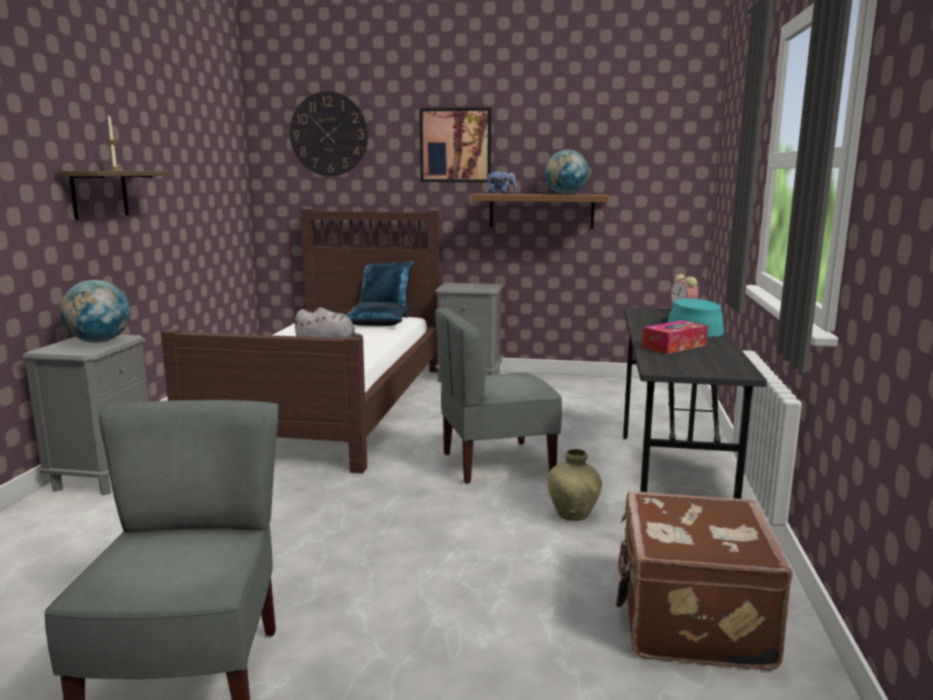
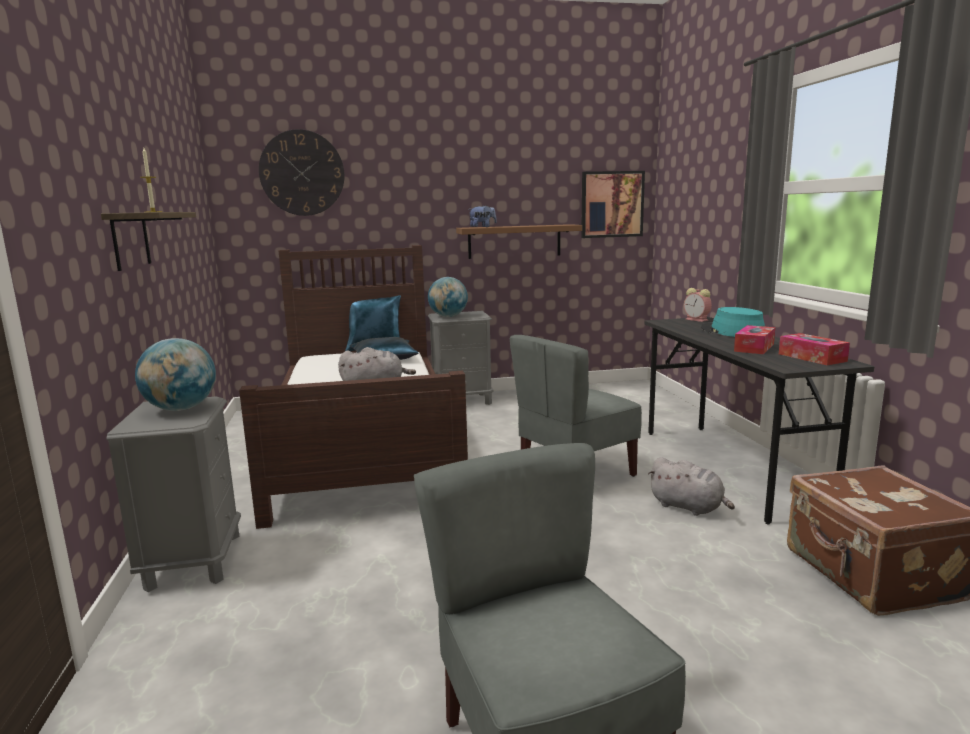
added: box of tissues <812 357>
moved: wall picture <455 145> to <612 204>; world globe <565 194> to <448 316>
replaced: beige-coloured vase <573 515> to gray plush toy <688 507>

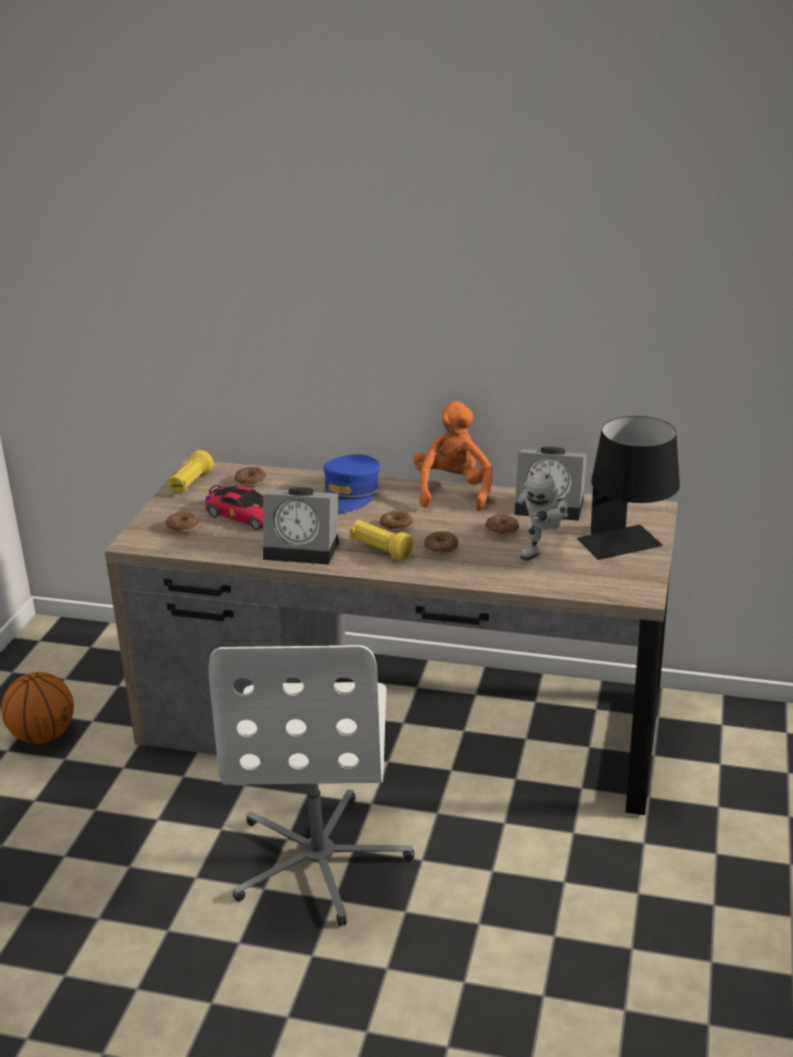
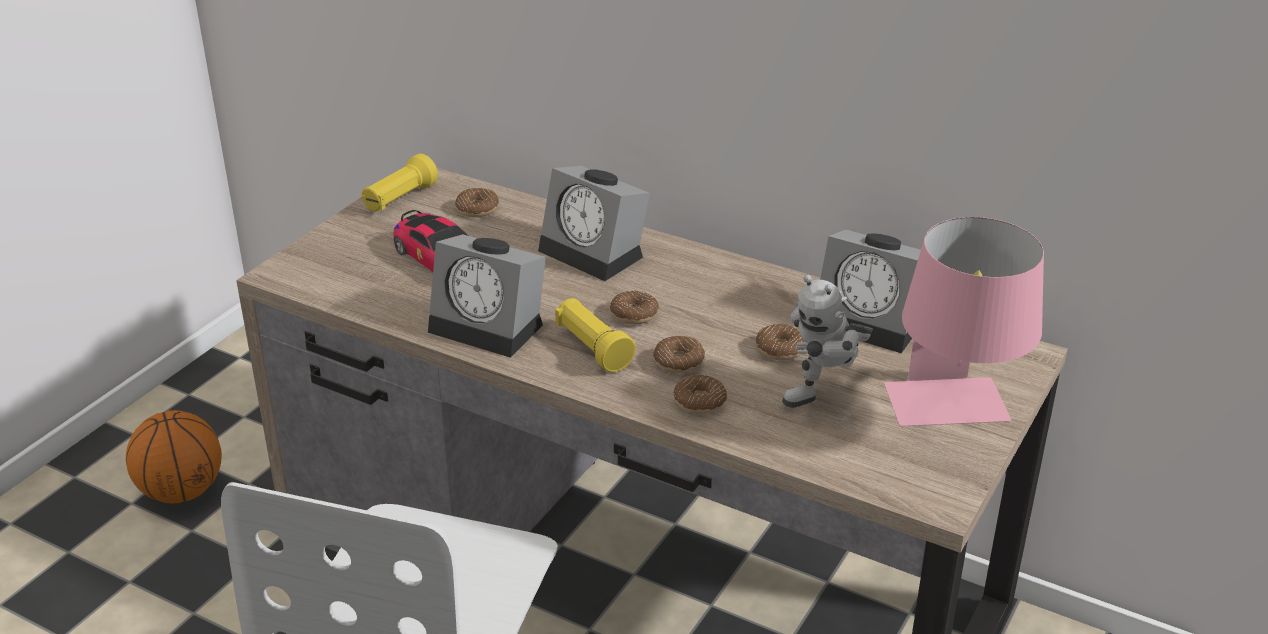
removed: orangey plush toy <453 491>
moved: ring doughnut <183 528> to <699 402>
replaced: blue peaked cap <349 495> to table clock <596 253>
recoloured: black lamp for a table <628 549> to pink-coloured lamp for a table <954 417>

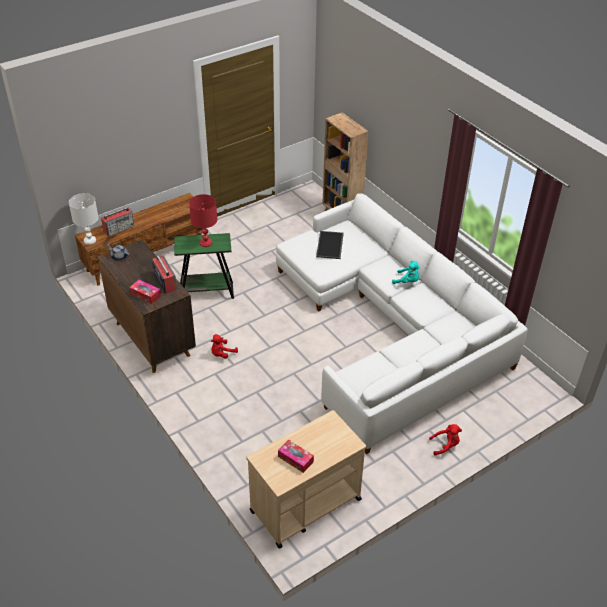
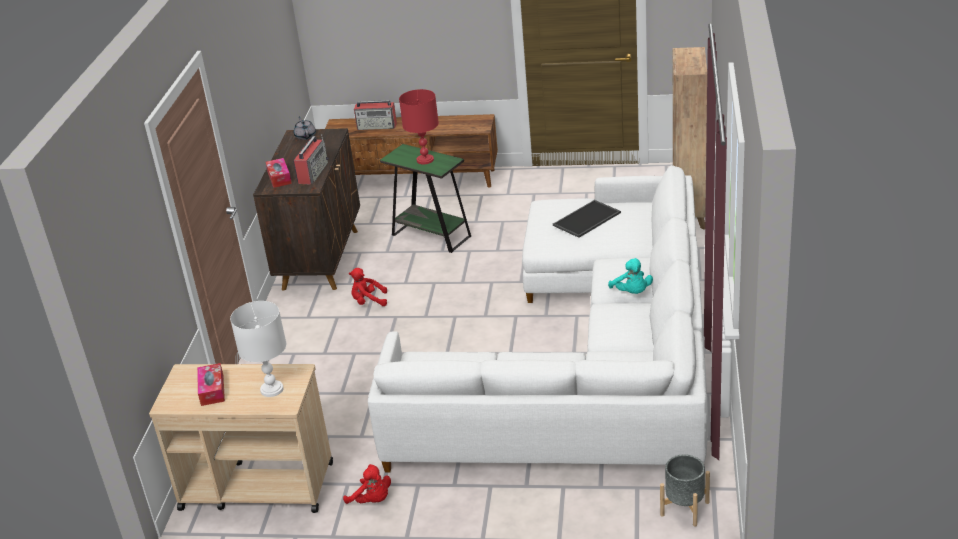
added: gray flower pot <685 508>
moved: white-coloured lamp for a table <90 240> to <271 390>; red plush toy <445 445> to <372 500>

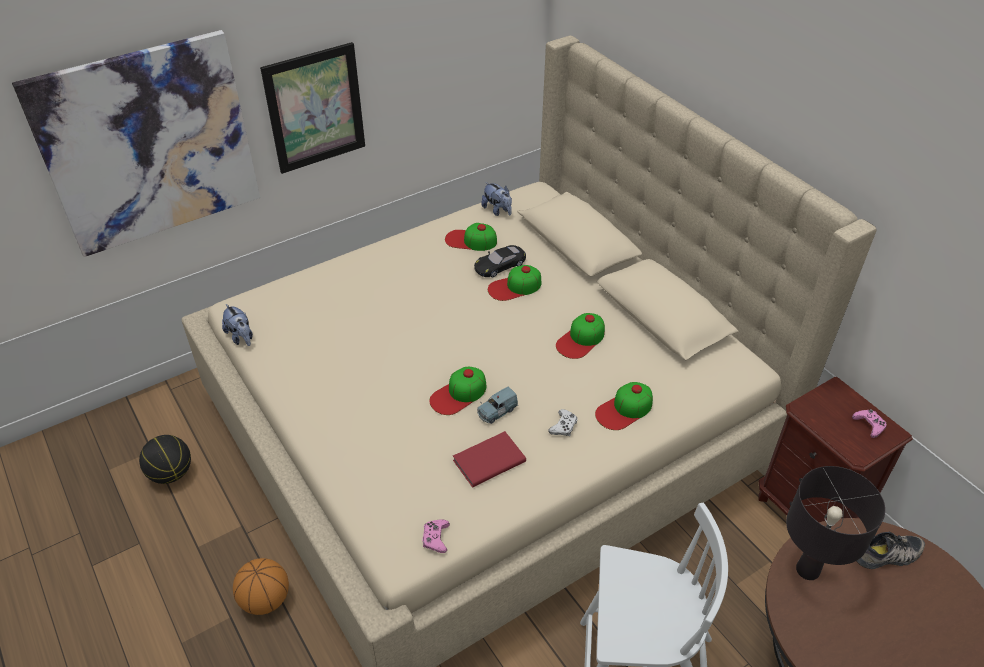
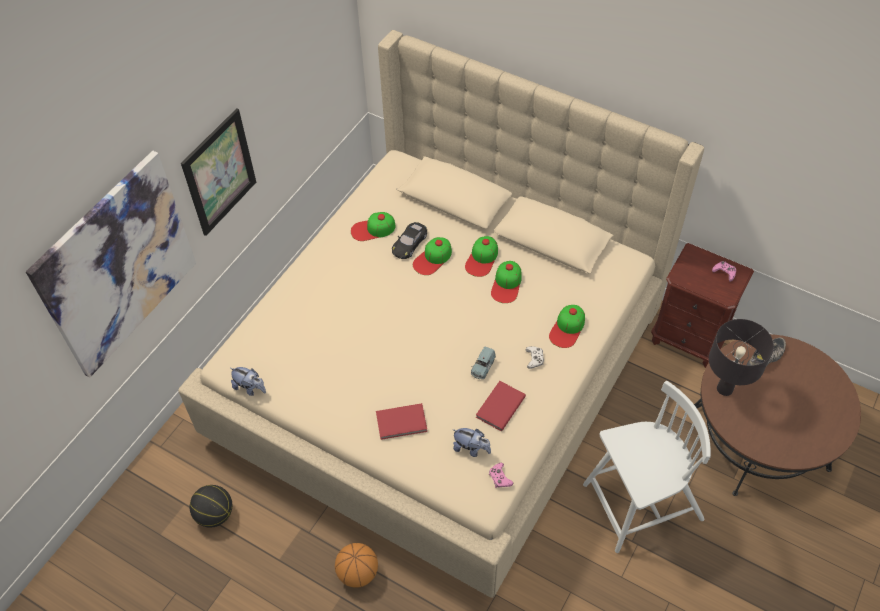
added: red bound book <402 423>
moved: plush toy <497 210> to <471 448>; peaked cap <458 394> to <482 259>

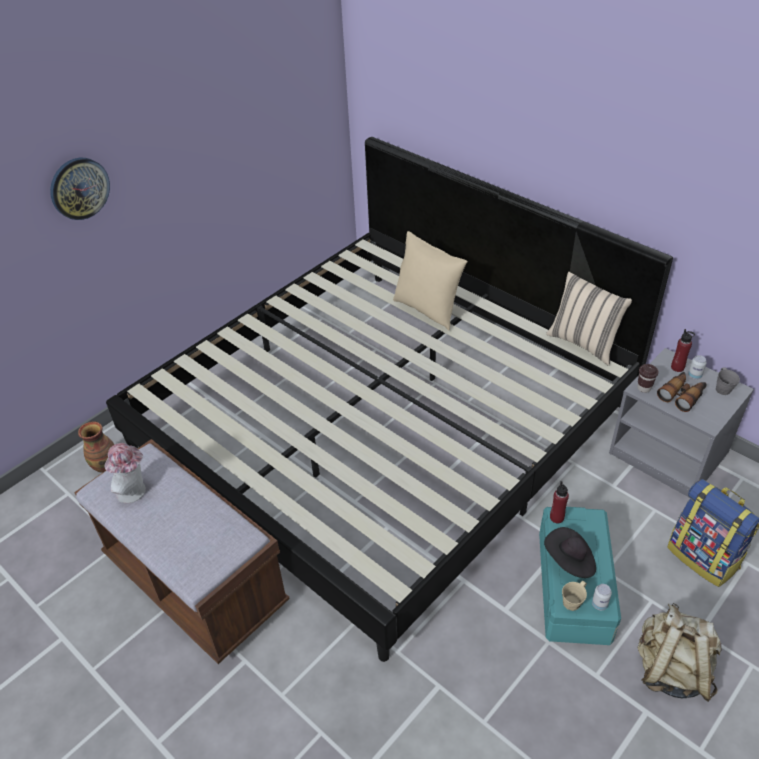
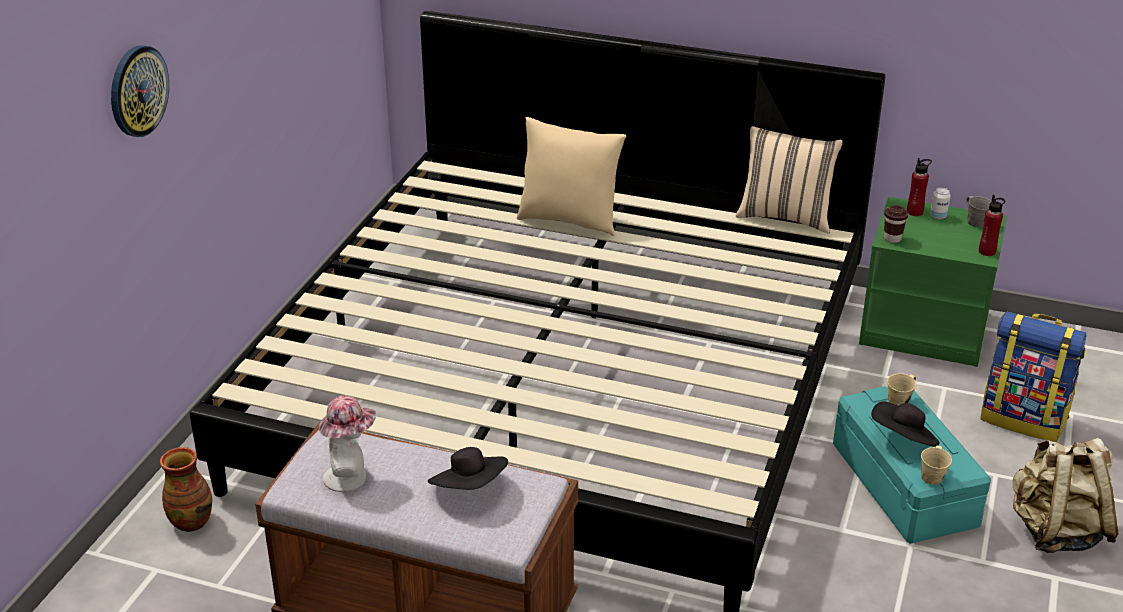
removed: binoculars <682 395>; metal can <599 604>
added: beige-coloured coffee mug <899 402>; black hat <470 488>
moved: red bottle <556 517> to <987 251>
recoloured: gray night table <669 453> to green-coloured night table <925 328>

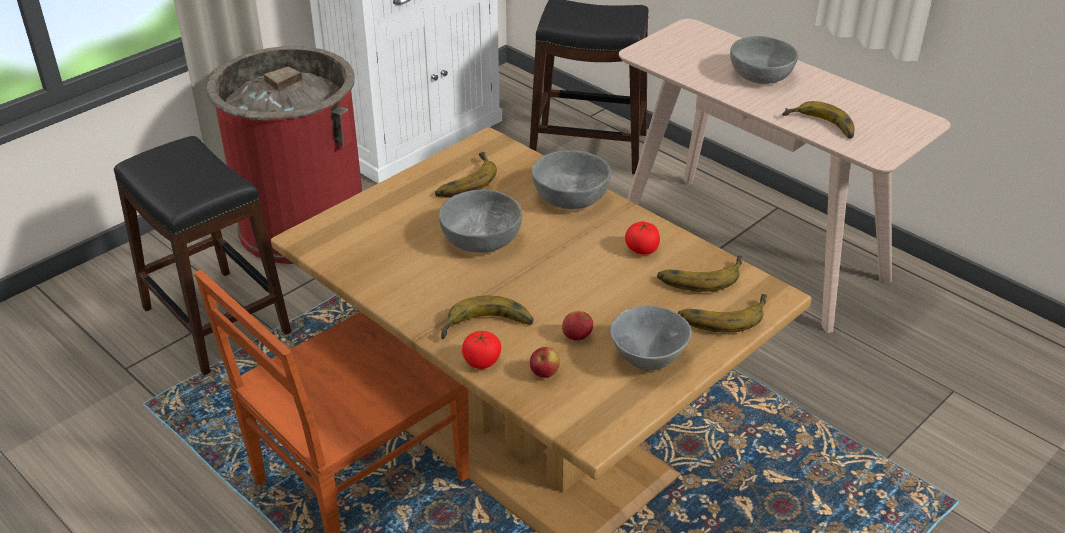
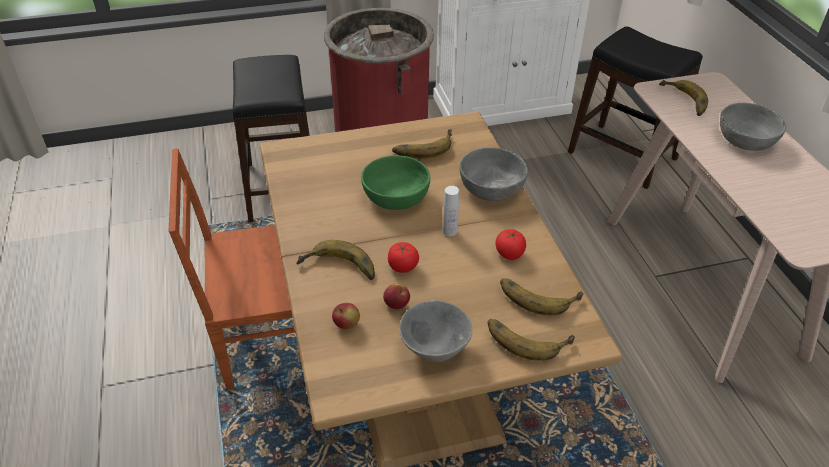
added: white-coloured bottle <449 231>
moved: banana <819 127> to <682 101>; whole tomato <481 361> to <403 266>
recoloured: gray deep dish <480 238> to green-coloured deep dish <395 196>

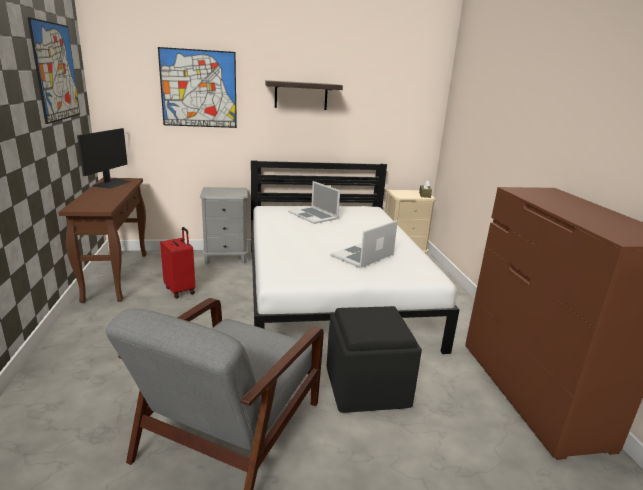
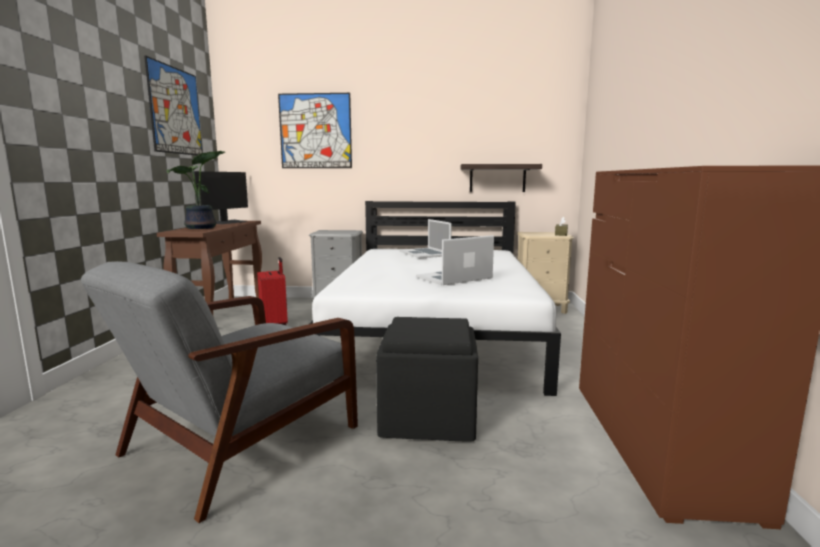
added: houseplant <201 228>
moved: wall shelf <301 95> to <497 178>

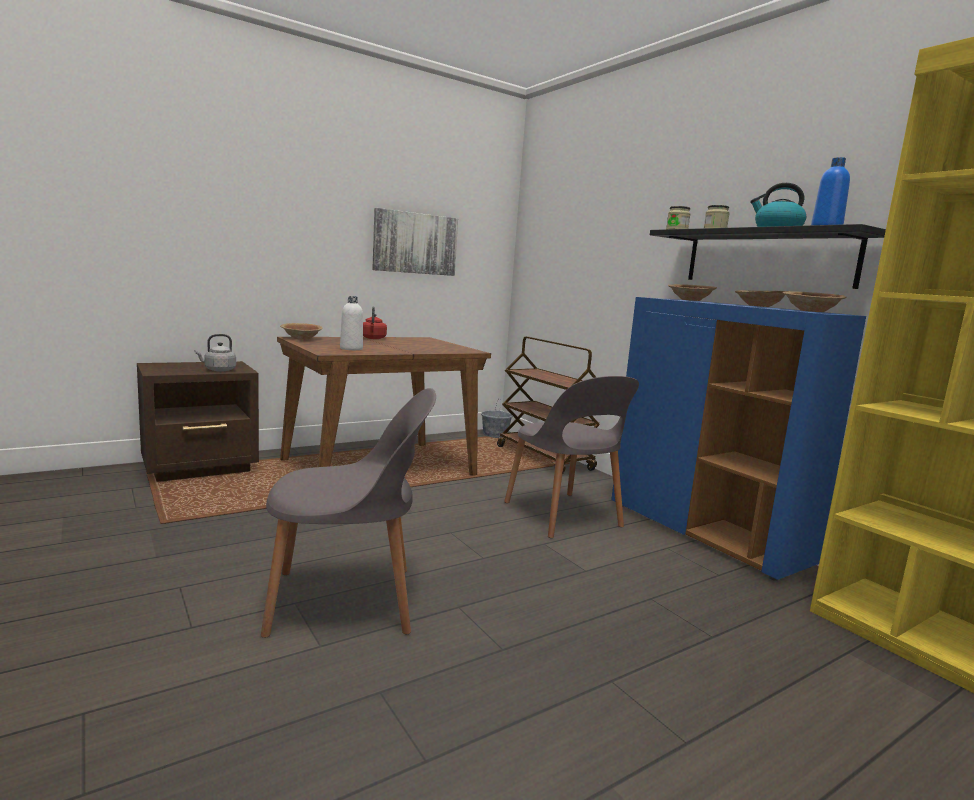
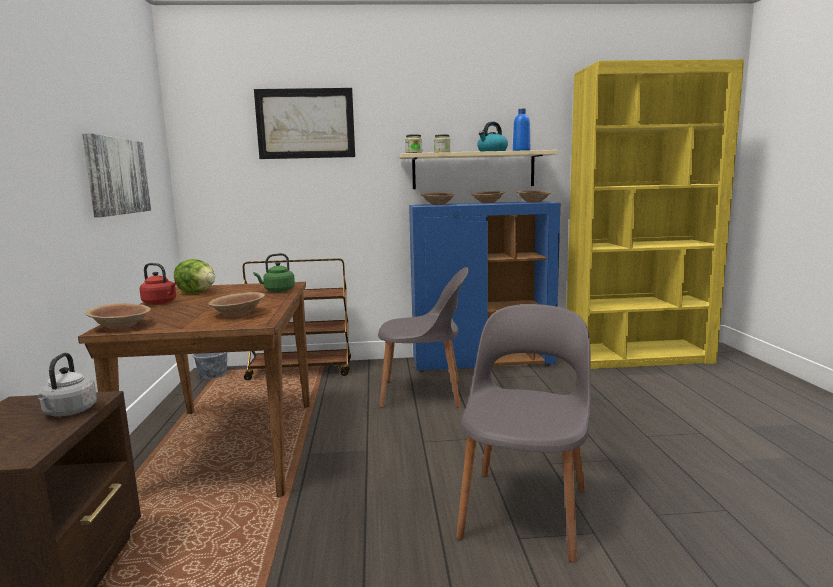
added: wall picture <305 124>; green-coloured kettle <277 291>; lettuce <197 292>
replaced: white-coloured bottle <351 349> to brownish deep dish <238 314>
recoloured: black wall shelf <767 258> to beige-coloured wall shelf <473 170>

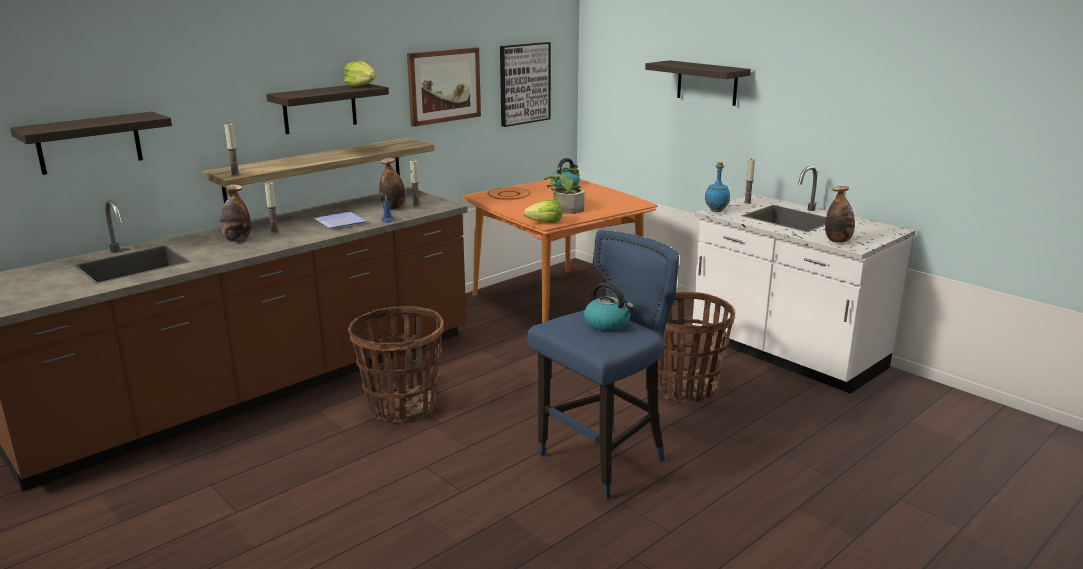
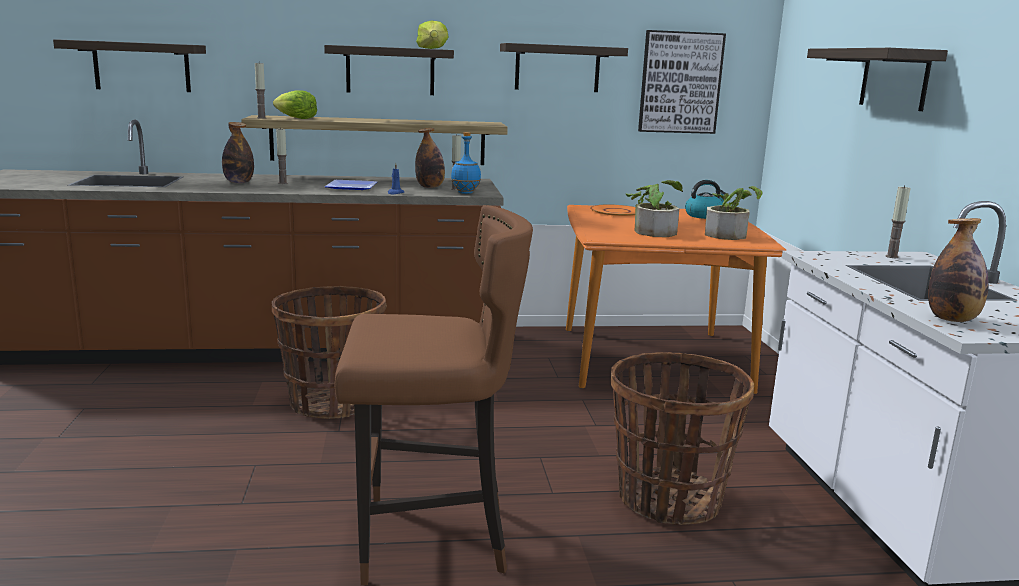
removed: kettle <607 324>
added: houseplant <729 234>
moved: blue bottle <716 210> to <465 193>; lettuce <545 222> to <296 118>
replaced: wall picture <444 85> to wall shelf <557 68>
recoloured: blue stool seat <602 461> to brownish stool seat <430 540>

